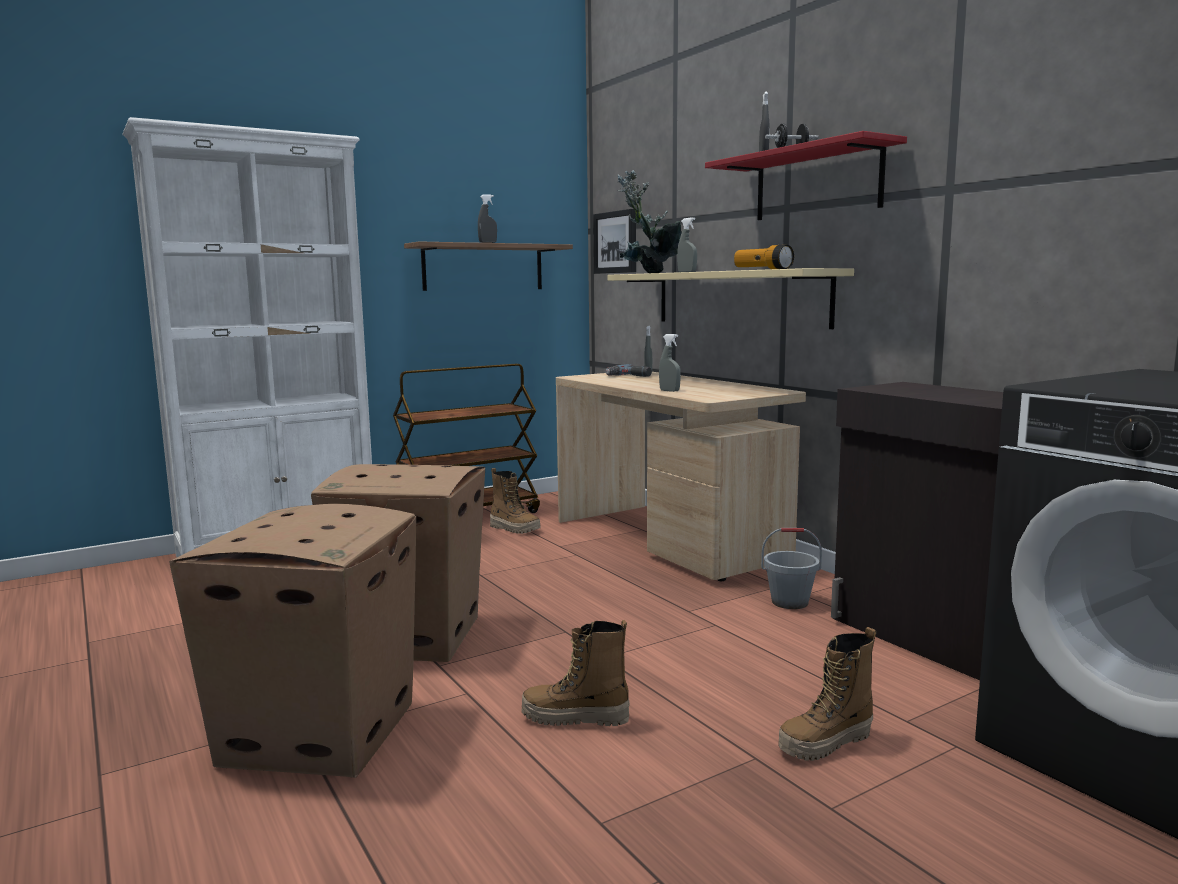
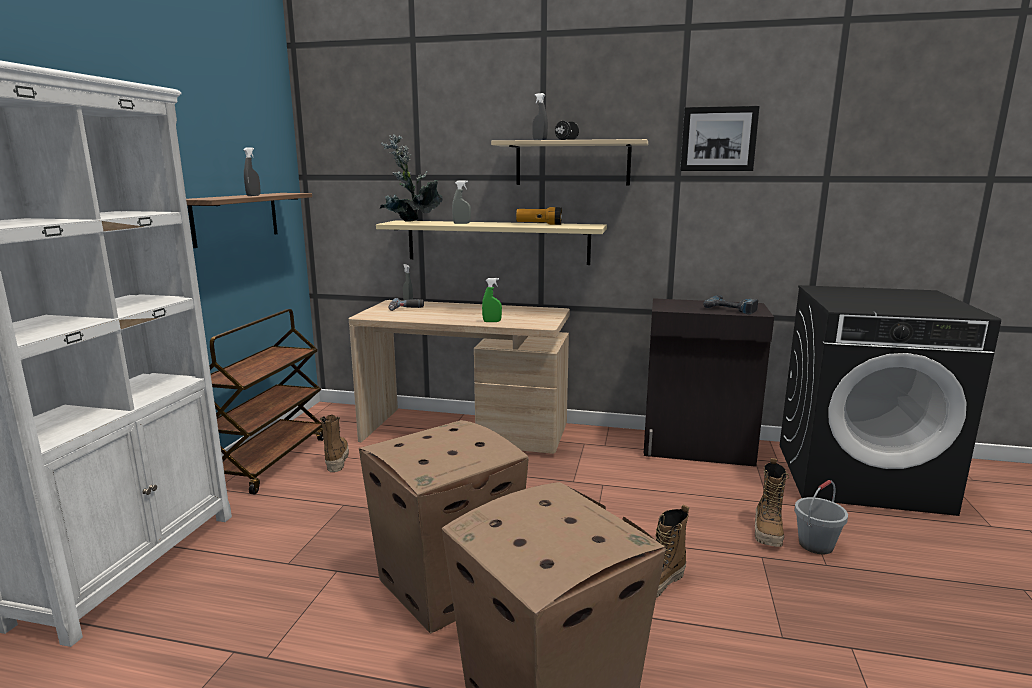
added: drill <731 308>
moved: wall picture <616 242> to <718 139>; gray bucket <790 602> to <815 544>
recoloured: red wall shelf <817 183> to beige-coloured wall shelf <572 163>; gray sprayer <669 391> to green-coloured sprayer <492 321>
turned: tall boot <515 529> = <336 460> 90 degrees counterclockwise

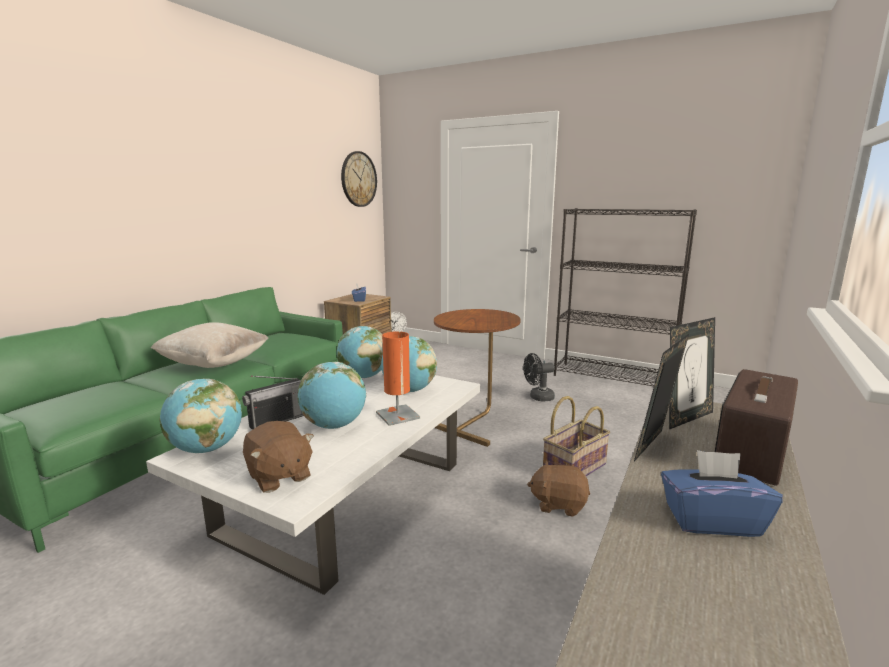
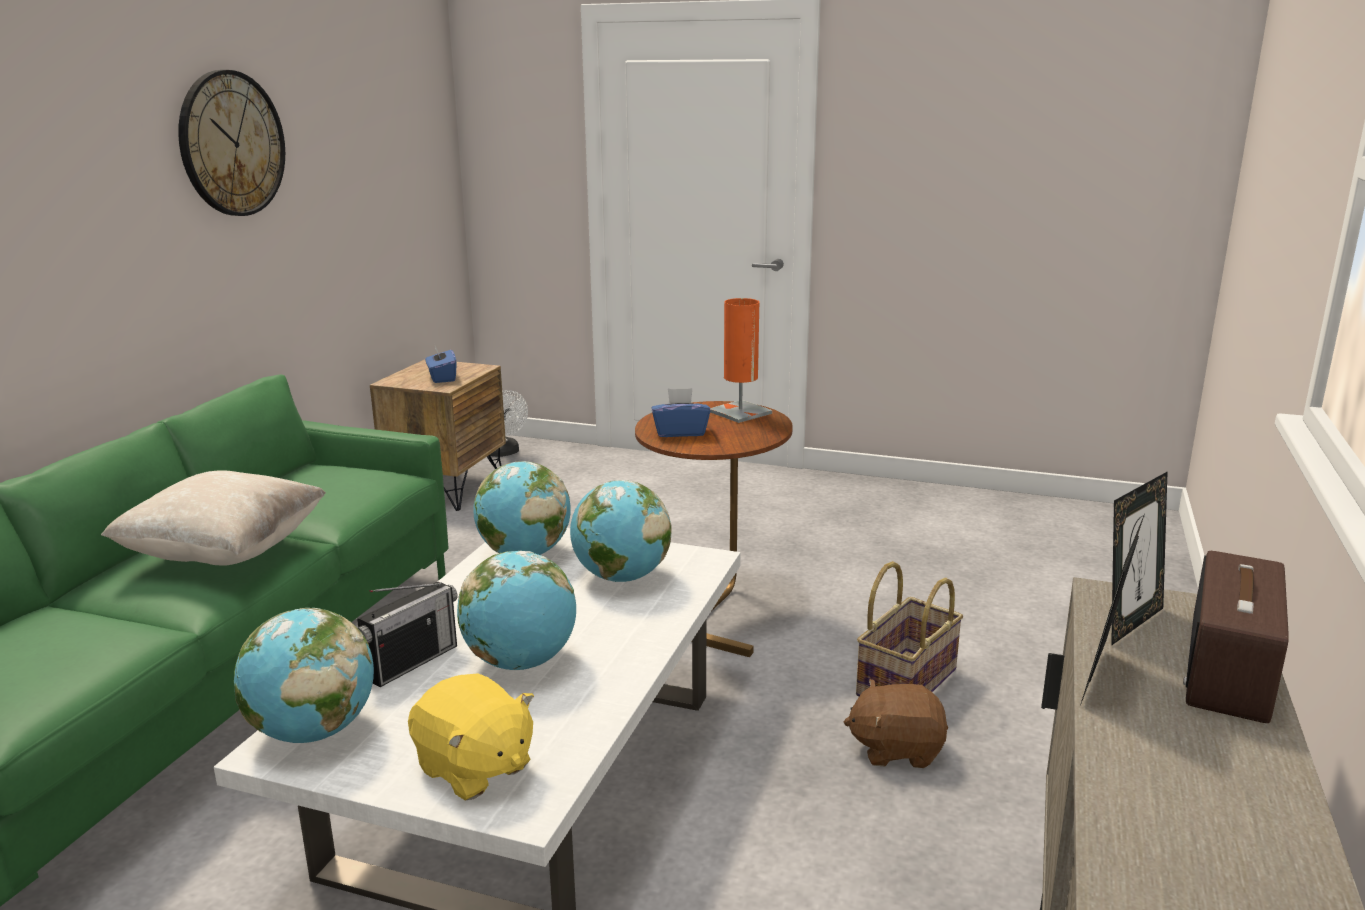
removed: black shelving unit <613 378>; black electric fan <538 397>
moved: hanging clock <358 179> to <231 144>; orangey lamp for a table <397 415> to <740 412>; blue box of tissues <711 520> to <680 432>
recoloured: brownish plush toy <278 476> to yellowish plush toy <474 768>

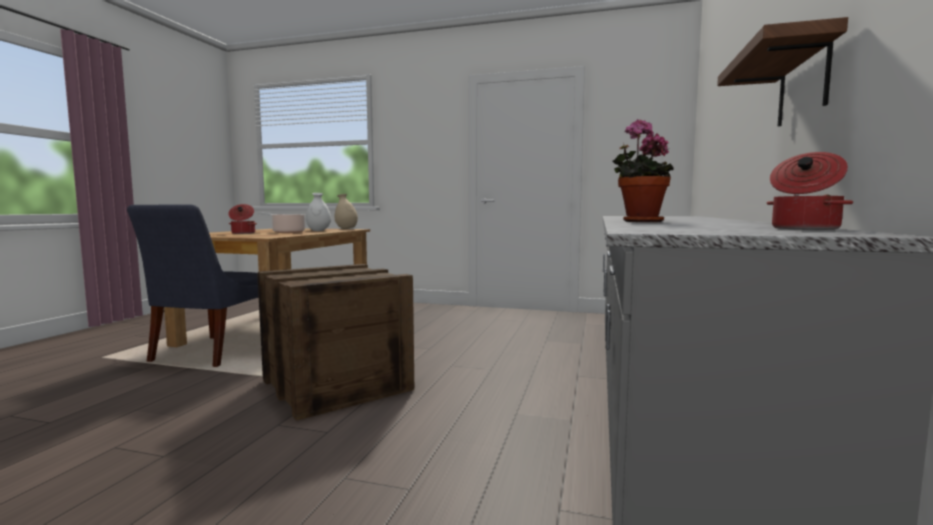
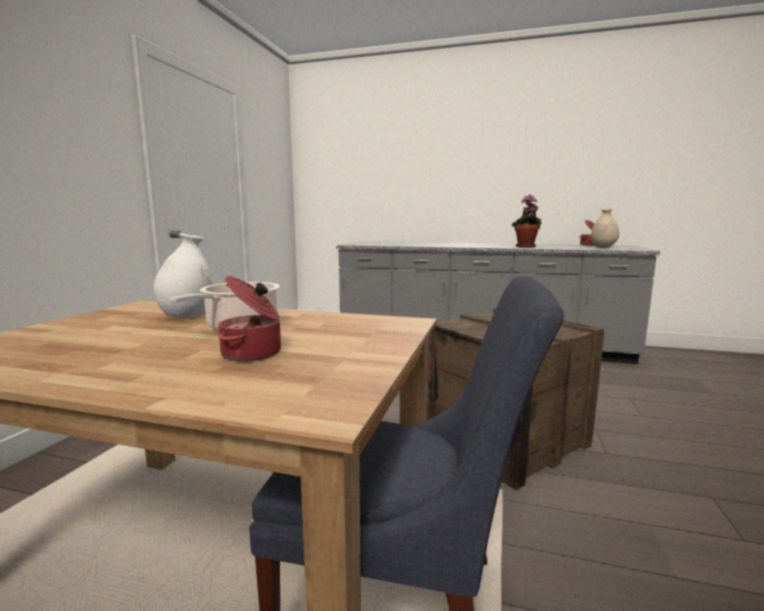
removed: wall shelf <803 83>
moved: beige-coloured vase <346 229> to <603 247>

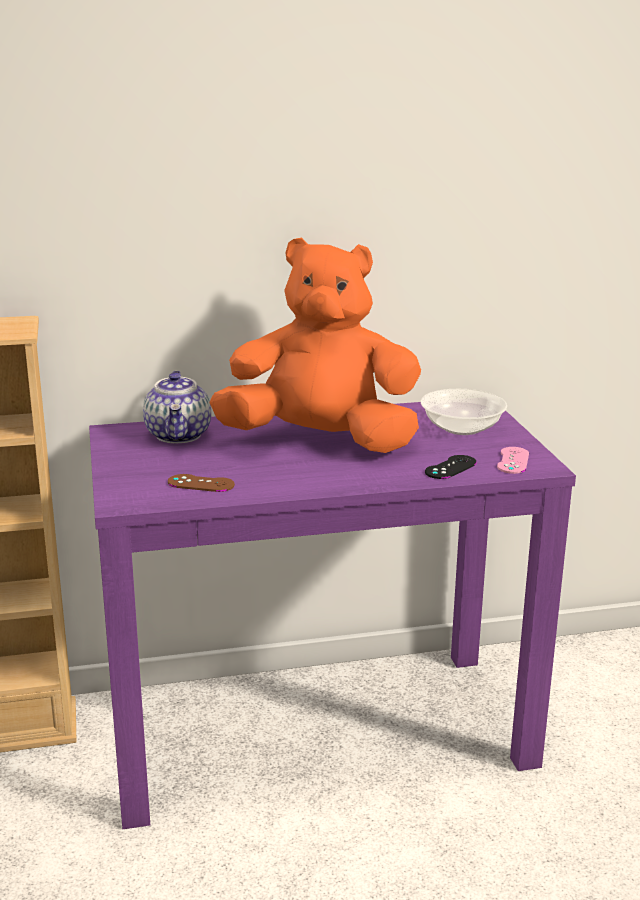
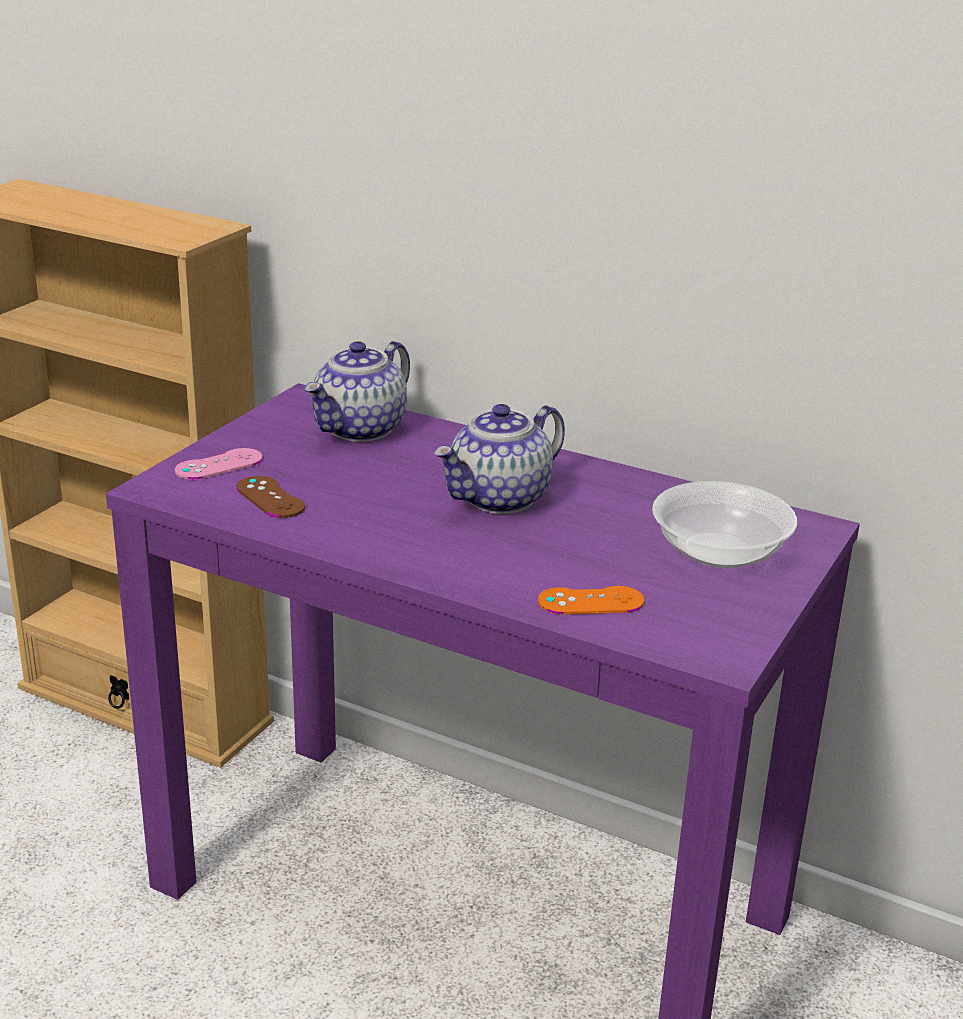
moved: pink-coloured game controller <513 460> to <219 465>
replaced: orangey plush toy <321 441> to tea pot <499 499>
recoloured: black game controller <450 467> to orangey game controller <591 601>

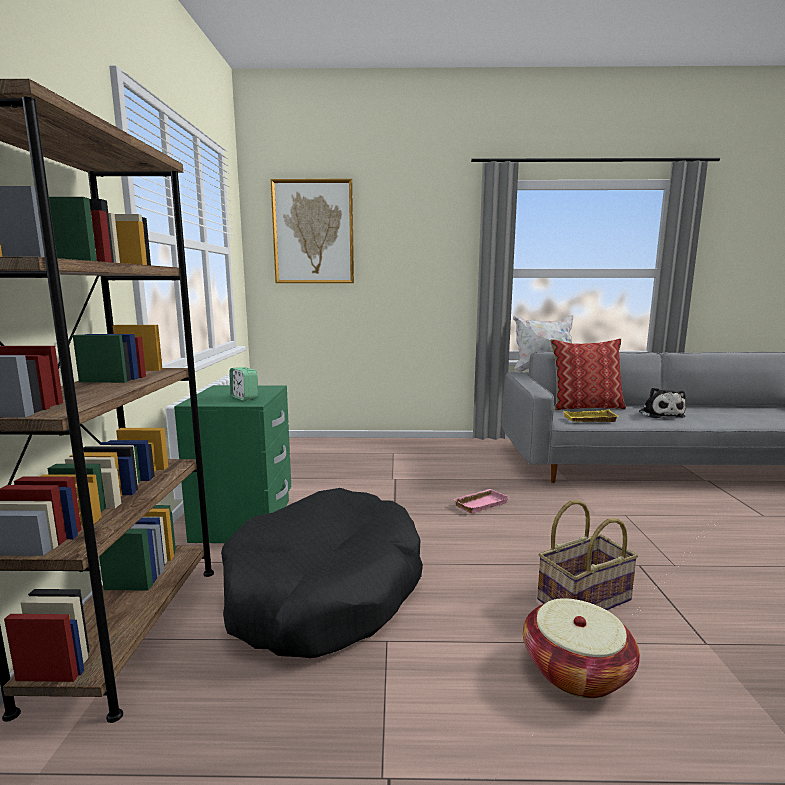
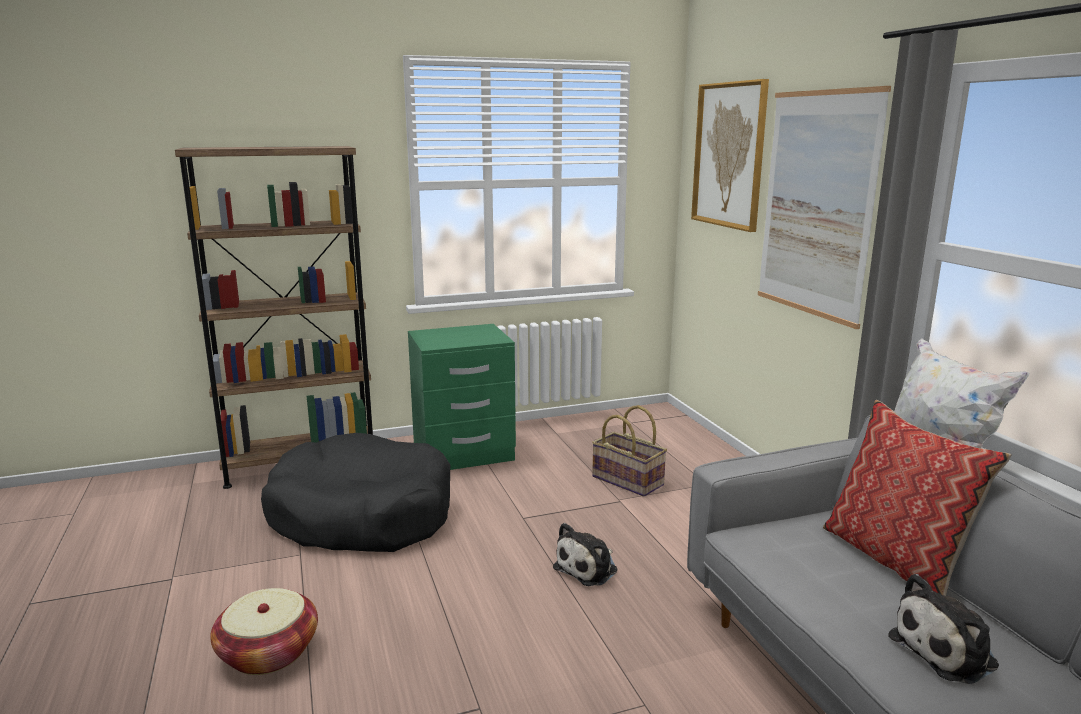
removed: table clock <244 397>; yellowish serving tray <589 420>
added: wall picture <817 204>
moved: household basket <583 599> to <628 480>
replaced: pink-coloured serving tray <480 504> to plush toy <588 568>

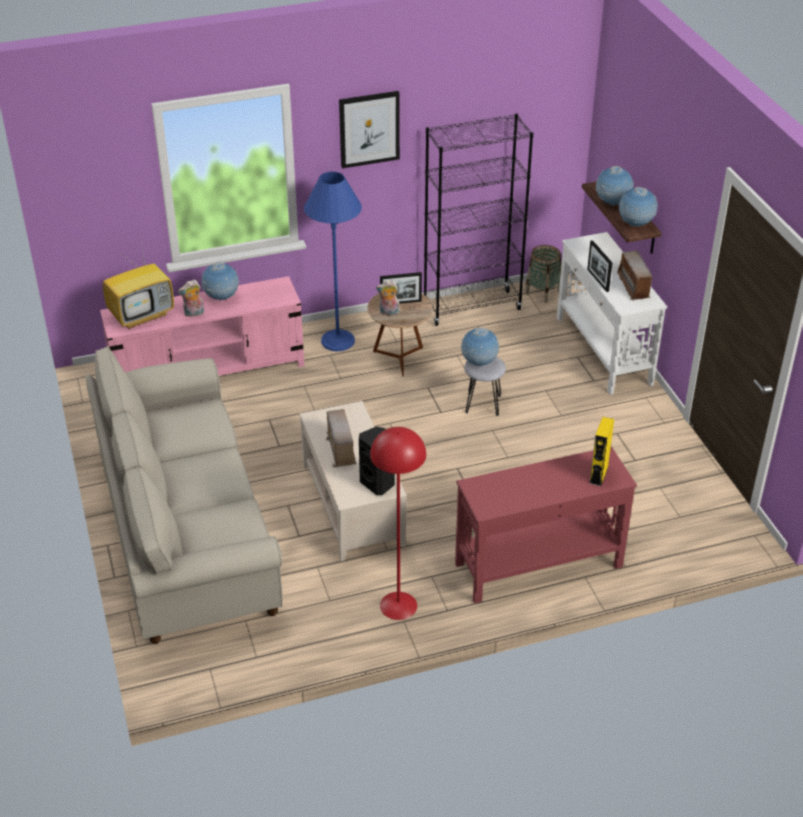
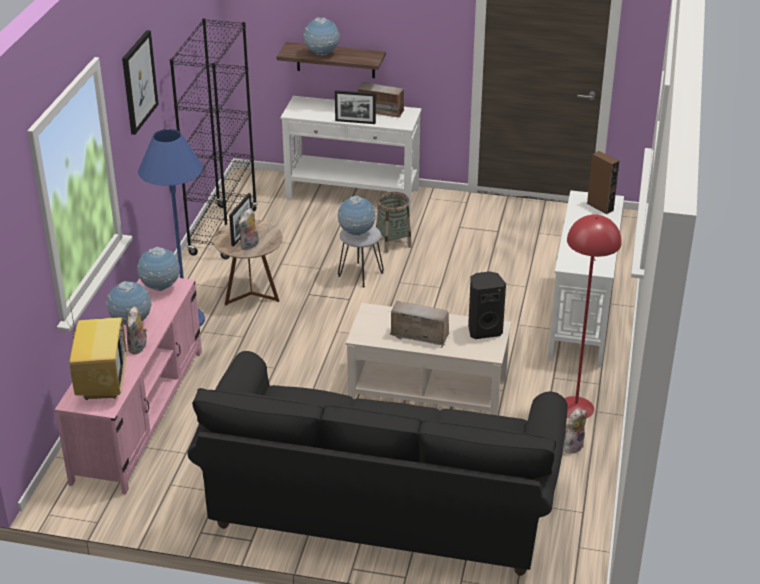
added: plush toy <572 445>
moved: world globe <635 225> to <160 288>; household basket <542 292> to <393 243>
recoloured: beige-coloured couch <188 533> to black couch <381 505>; yellowish loudspeaker <598 475> to brownish loudspeaker <600 207>; red narrow table <537 565> to white-coloured narrow table <580 320>

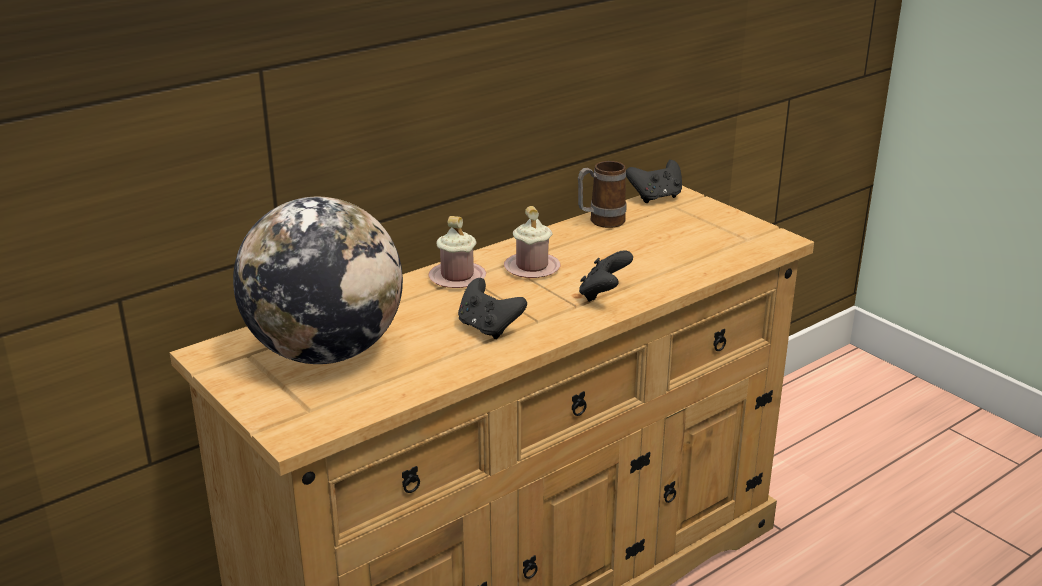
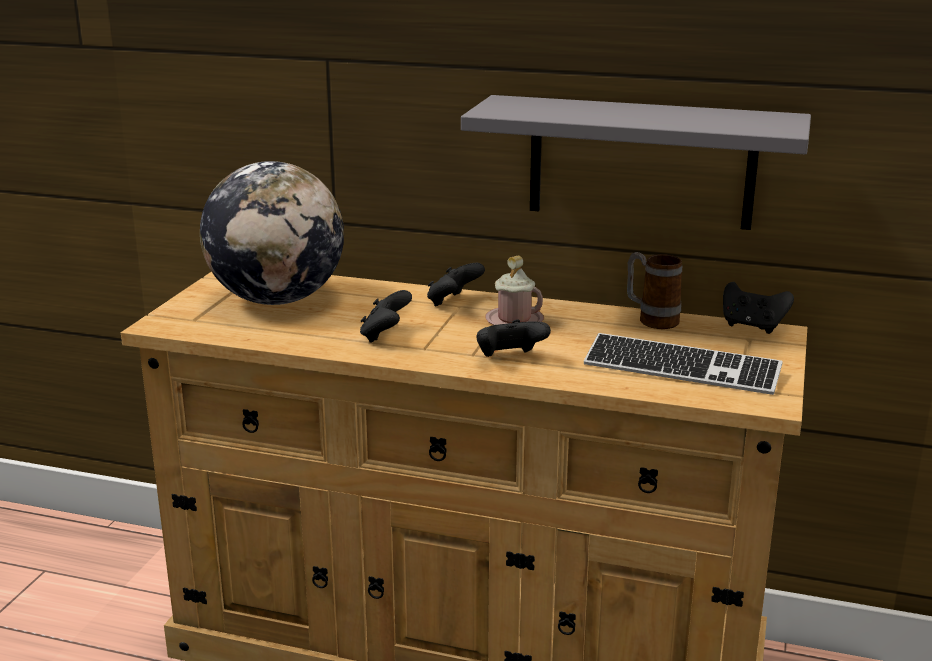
added: gray wall shelf <641 162>; keyboard <681 368>
replaced: pink-coloured coffee mug <457 277> to black game controller <453 302>

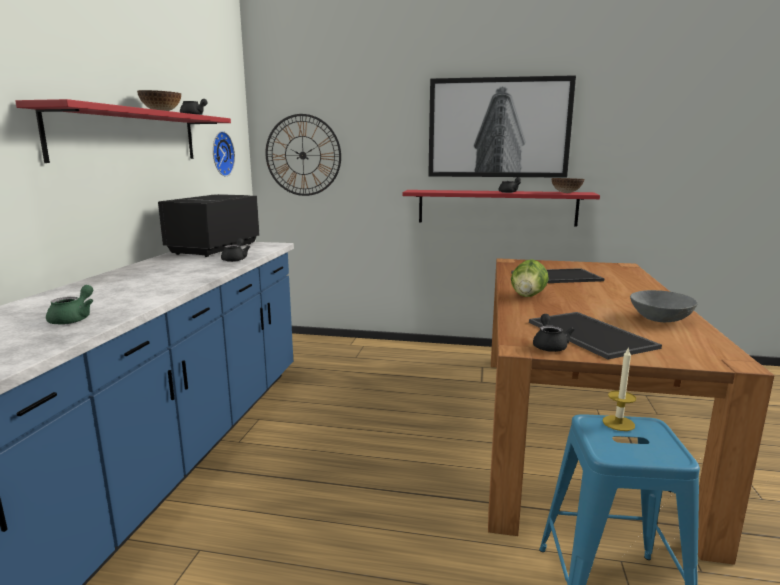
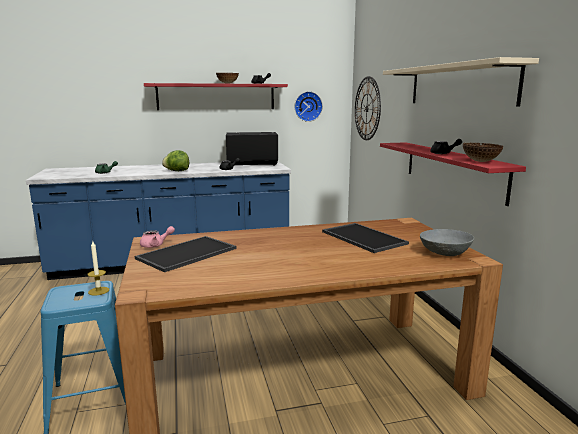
moved: lettuce <528 296> to <177 171>; gray deep dish <659 319> to <445 252>
replaced: wall picture <498 128> to beige-coloured wall shelf <459 85>
recoloured: black tea pot <549 345> to pink-coloured tea pot <156 245>

